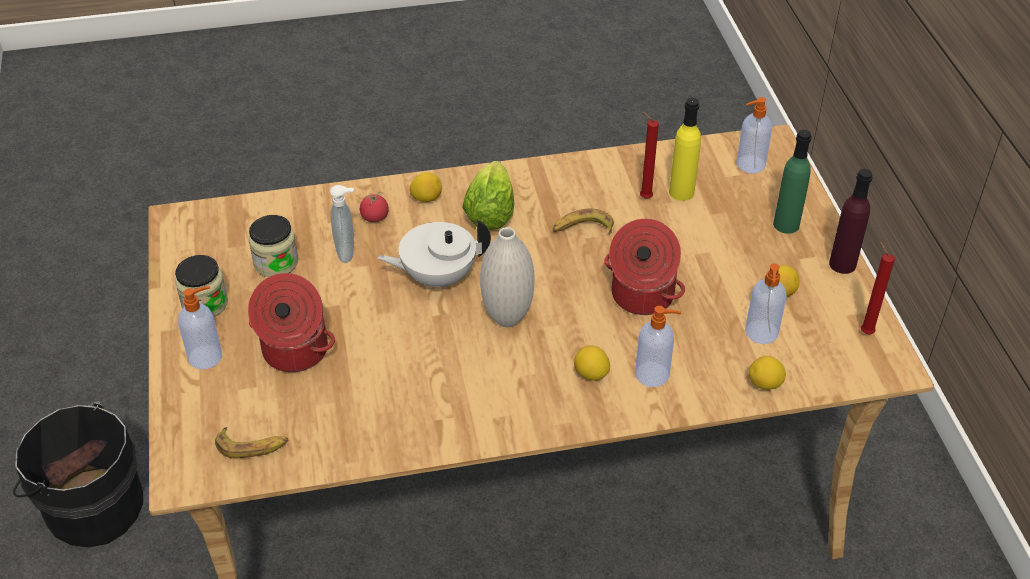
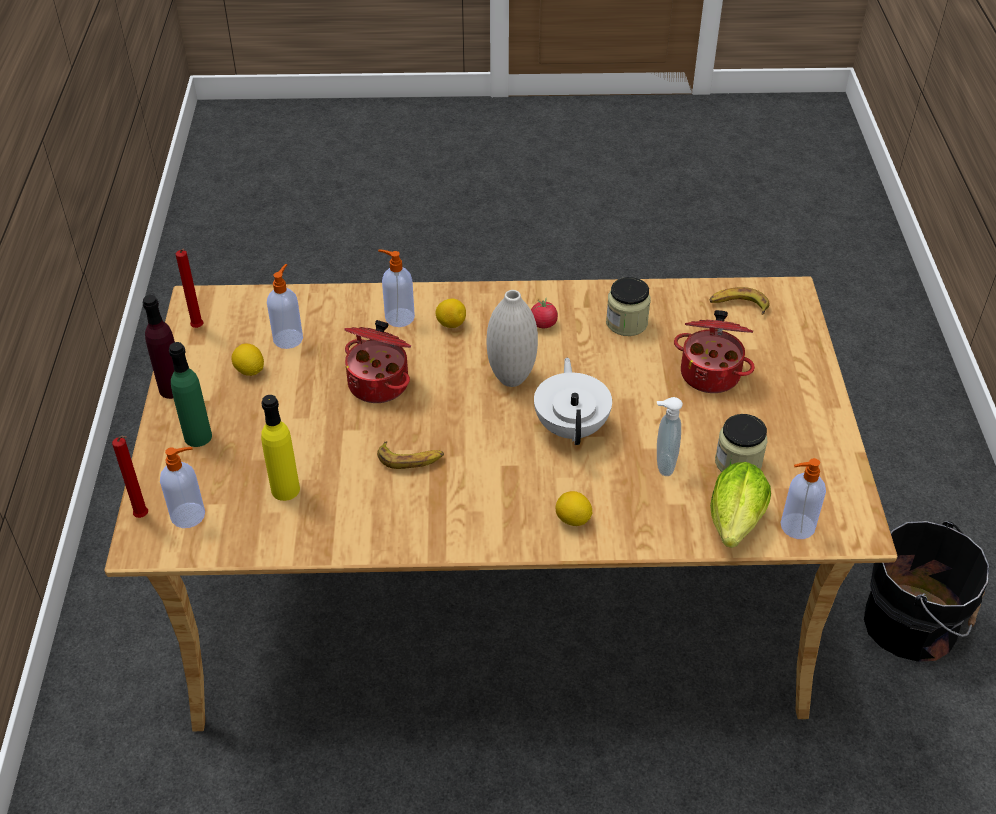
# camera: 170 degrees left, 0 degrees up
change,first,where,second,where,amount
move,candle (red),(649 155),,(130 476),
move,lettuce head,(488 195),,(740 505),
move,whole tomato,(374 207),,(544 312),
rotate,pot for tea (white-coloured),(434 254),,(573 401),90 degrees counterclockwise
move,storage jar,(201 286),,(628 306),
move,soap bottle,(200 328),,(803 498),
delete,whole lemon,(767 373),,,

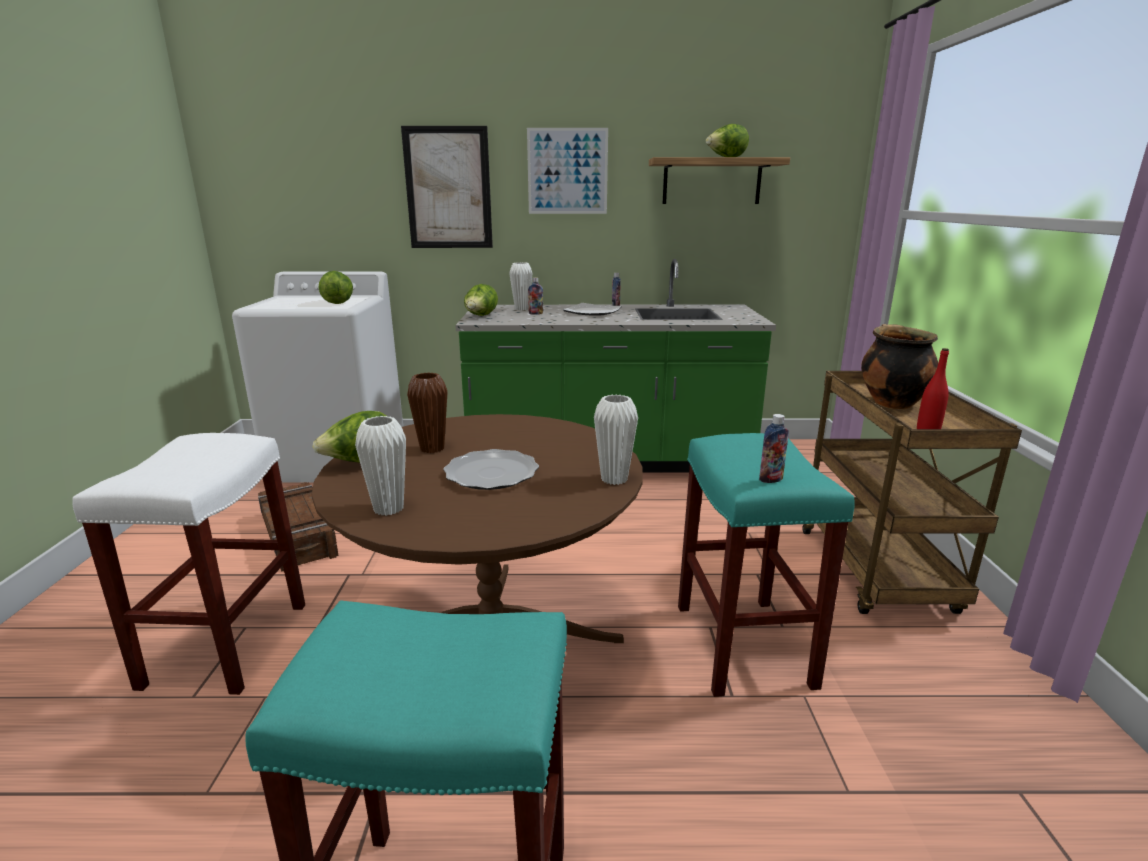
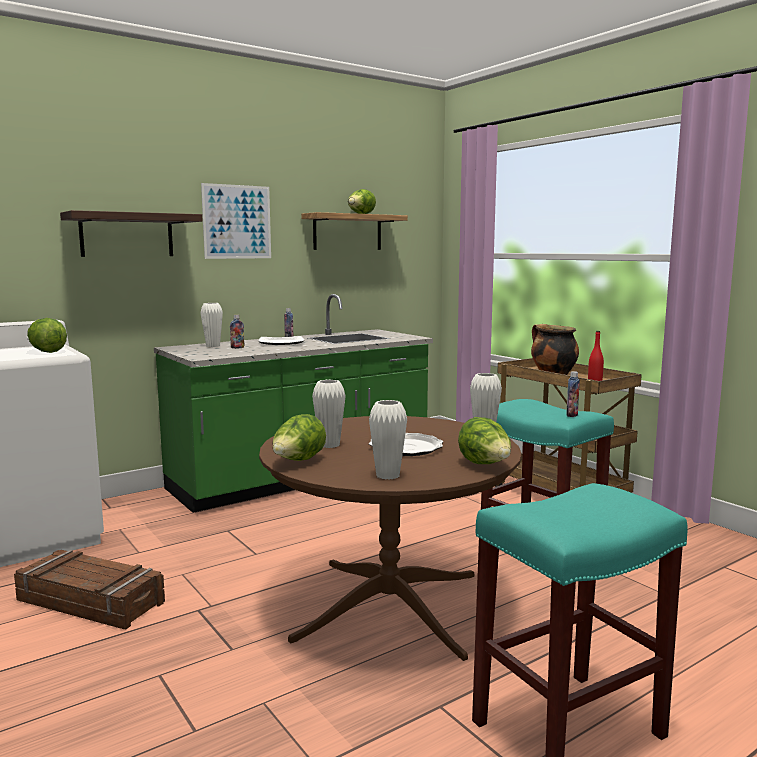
# camera: 35 degrees left, 10 degrees down
change,first,where,second,where,amount
replace,picture,(447 187),wall shelf,(131 233),
move,lettuce head,(481 300),,(484 440),
recolor,vase (brown),(427 413),vase (white-coloured),(329 414),
delete,stool seat (white-coloured),(188 564),,,

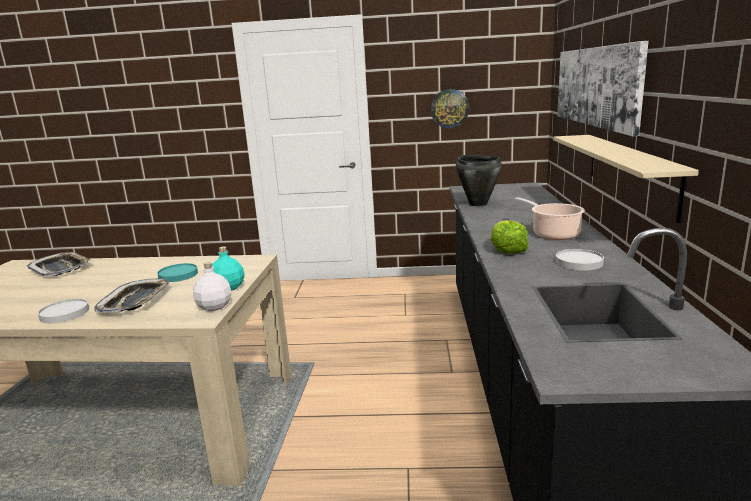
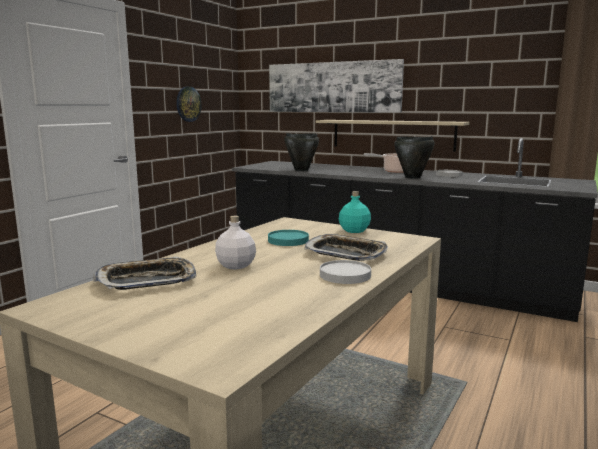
# camera: 65 degrees left, 5 degrees down
change,first,where,second,where,amount
replace,lettuce head,(510 237),saucepot (black),(414 157),
move,drink bottle (white-coloured),(212 286),,(235 242),

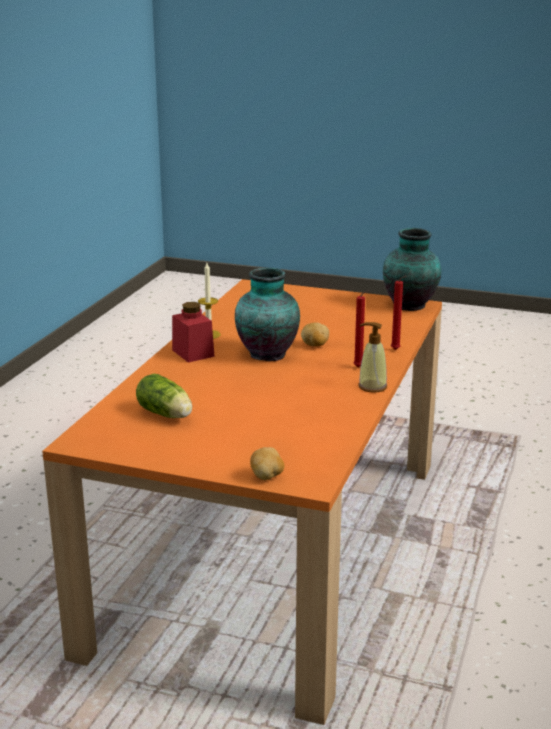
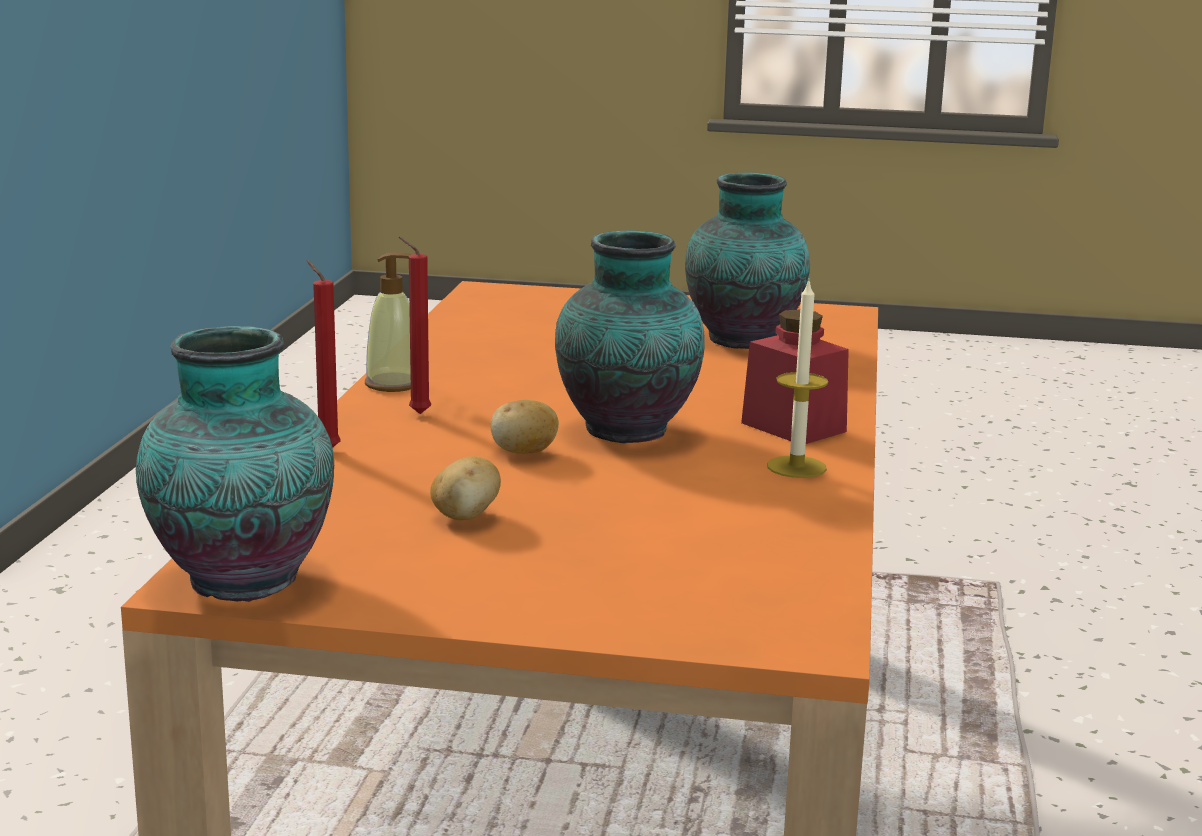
# camera: 170 degrees right, 5 degrees down
change,first,where,second,where,amount
replace,lettuce head,(164 396),vase,(747 260),
move,spud,(267 463),,(465 488),

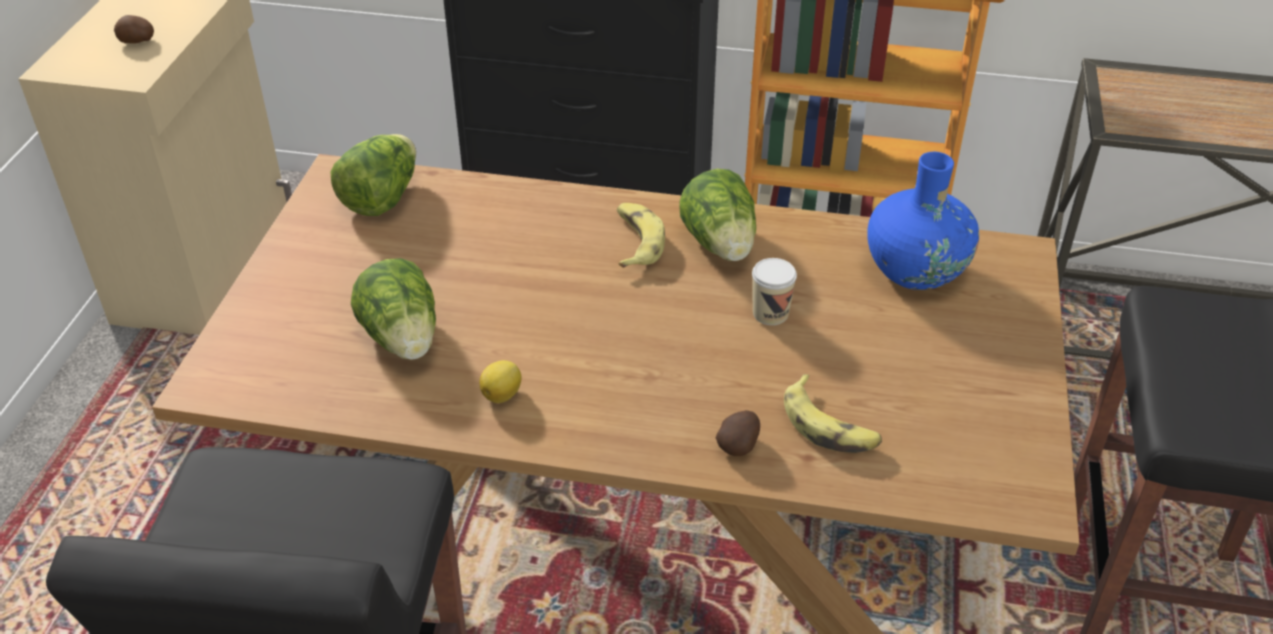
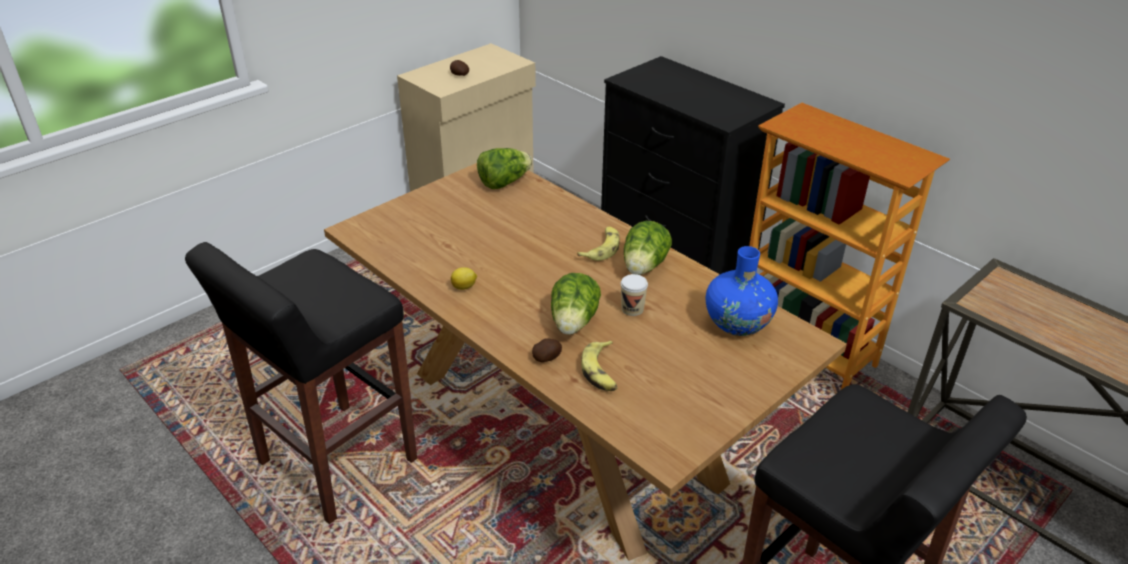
# camera: 35 degrees right, 5 degrees down
change,first,where,second,where,amount
move,lettuce head,(393 309),,(576 304),

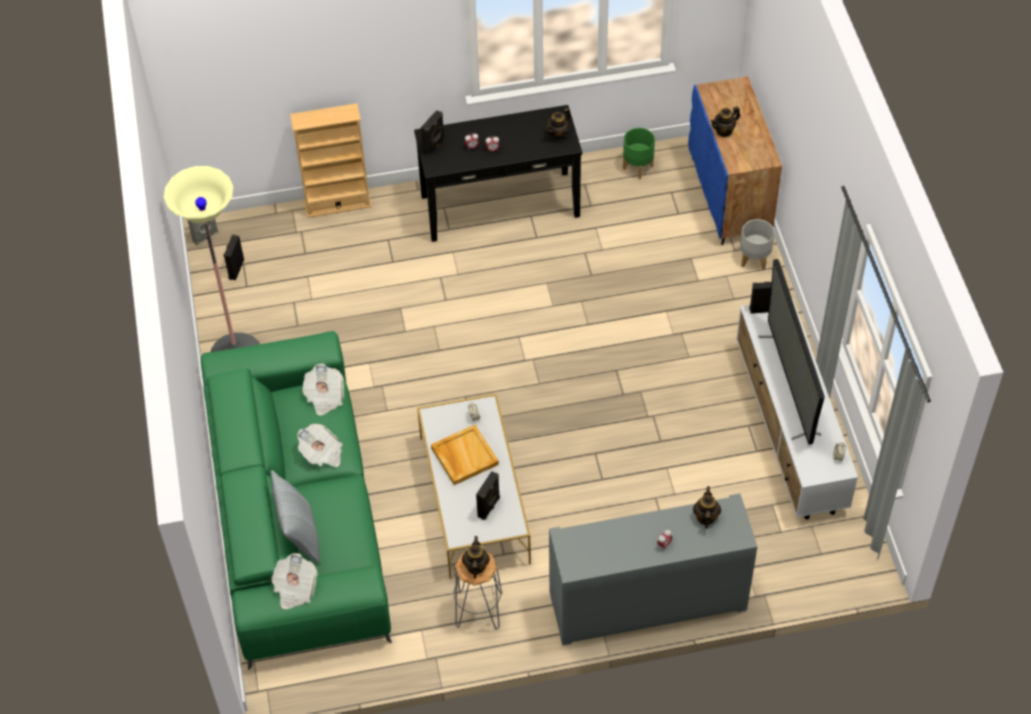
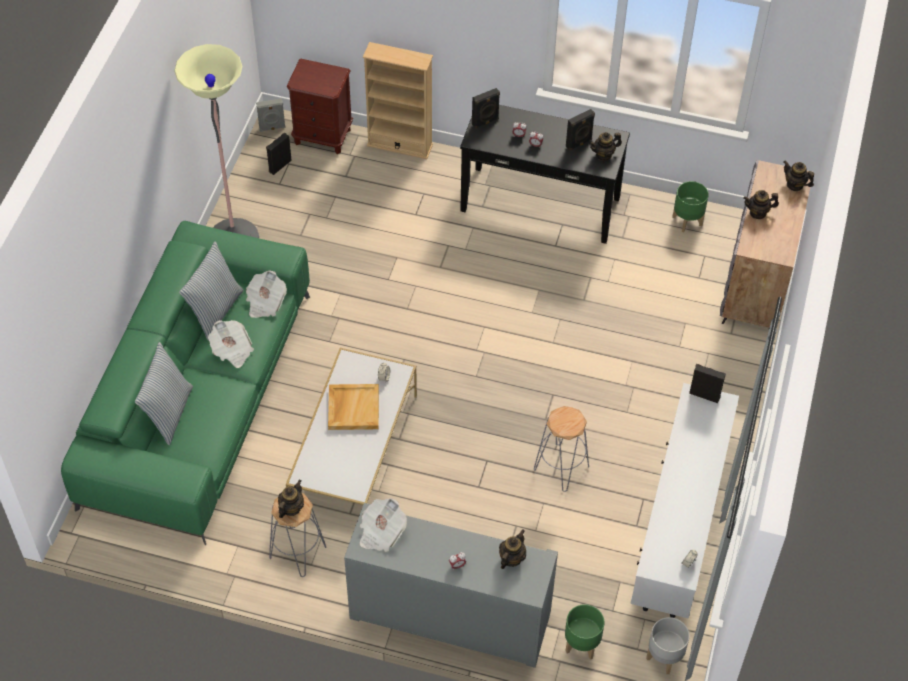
# camera: 25 degrees right, 0 degrees up
change,first,where,second,where,amount
recolor,cabinet (blue),(735 160),cabinet (greyish),(767 244),
move,plant pot (greyish),(757 244),,(668 645),
delete,TV set,(791 352),,,
move,audio speaker (black),(488 495),,(580 130),
move,printed paper,(294 581),,(383 525),
insert,,,bedside table (brown),(320 106),
insert,,,pot for tea,(798 175),
insert,,,cushion,(211 291),
insert,,,stool seat (greyish),(561 449),
insert,,,plant pot (green-coloured),(584 632),

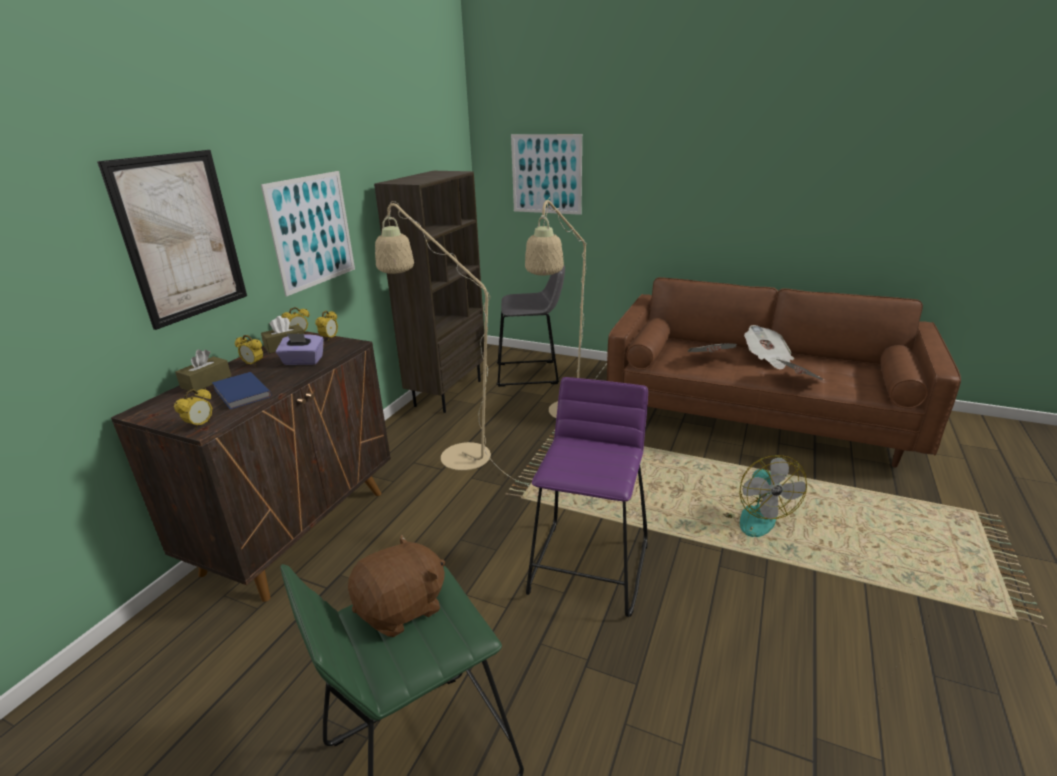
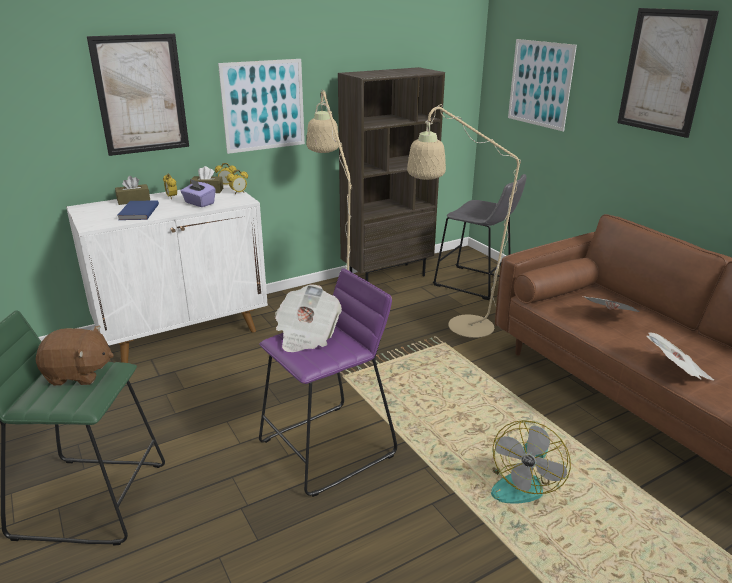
# camera: 35 degrees right, 0 degrees up
change,first,where,second,where,amount
move,printed paper,(769 347),,(308 318),
recolor,cabinet (brown),(251 466),cabinet (white-coloured),(167 273),
delete,table clock,(193 409),,,
insert,,,picture,(668 73),

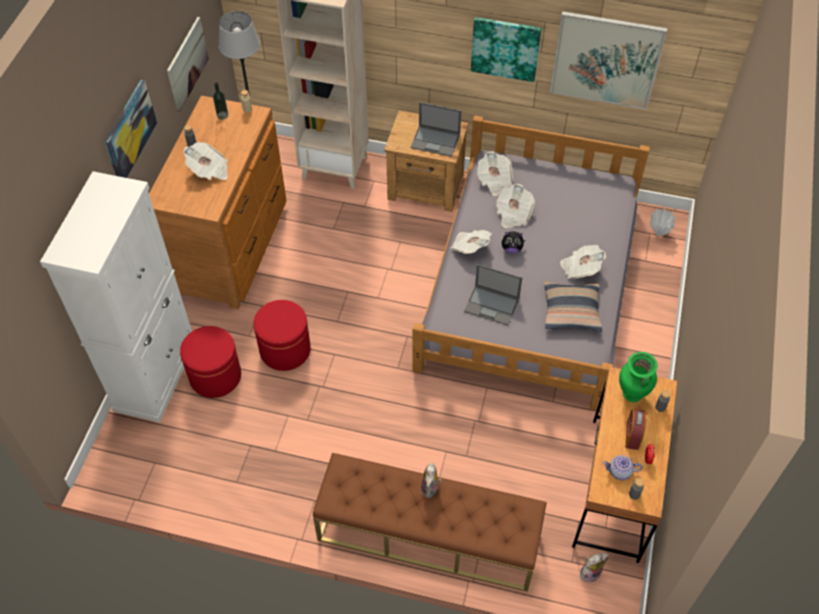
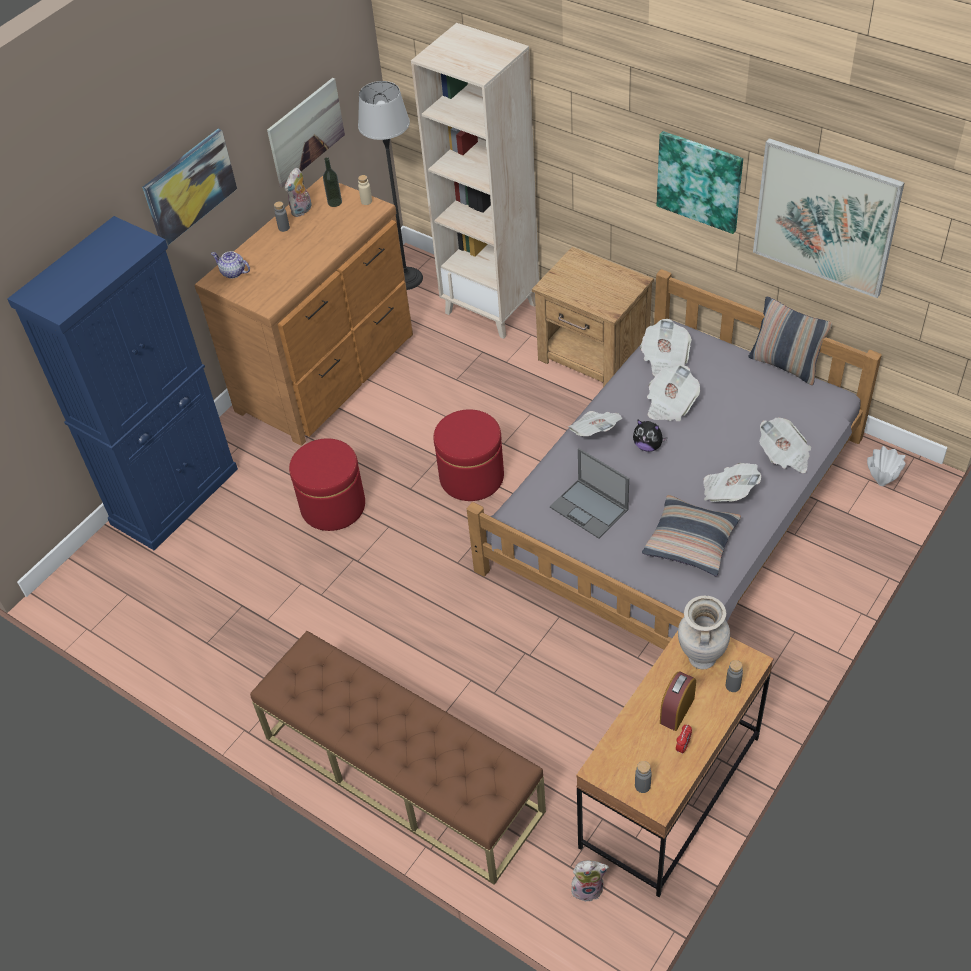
# camera: 25 degrees right, 5 degrees down
change,first,where,second,where,amount
delete,portable computer,(436 129),,,
move,printed paper,(205 161),,(785 445),
recolor,cabinet (white-coloured),(116 296),cabinet (blue),(122 383),
move,pouffe (red),(210 362),,(468 455),
recolor,vase (green-coloured),(638 377),vase (sand-coloured),(704 633),
move,pot for tea,(623 467),,(230 264),
move,cuddly toy,(431 480),,(298 192),
insert,,,cushion,(790 340),

